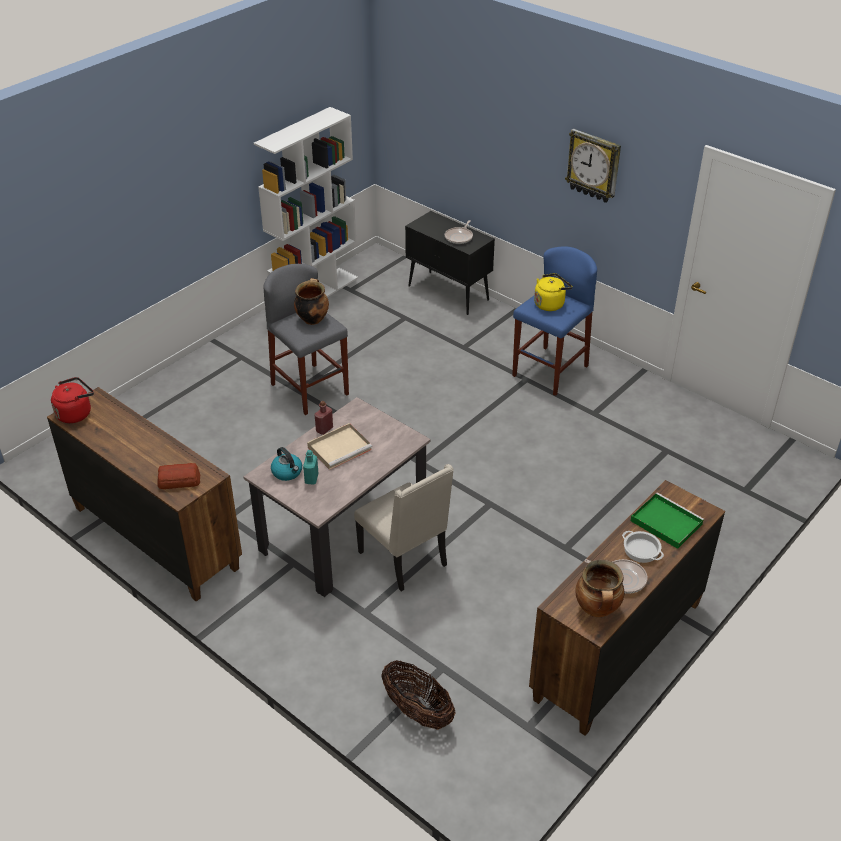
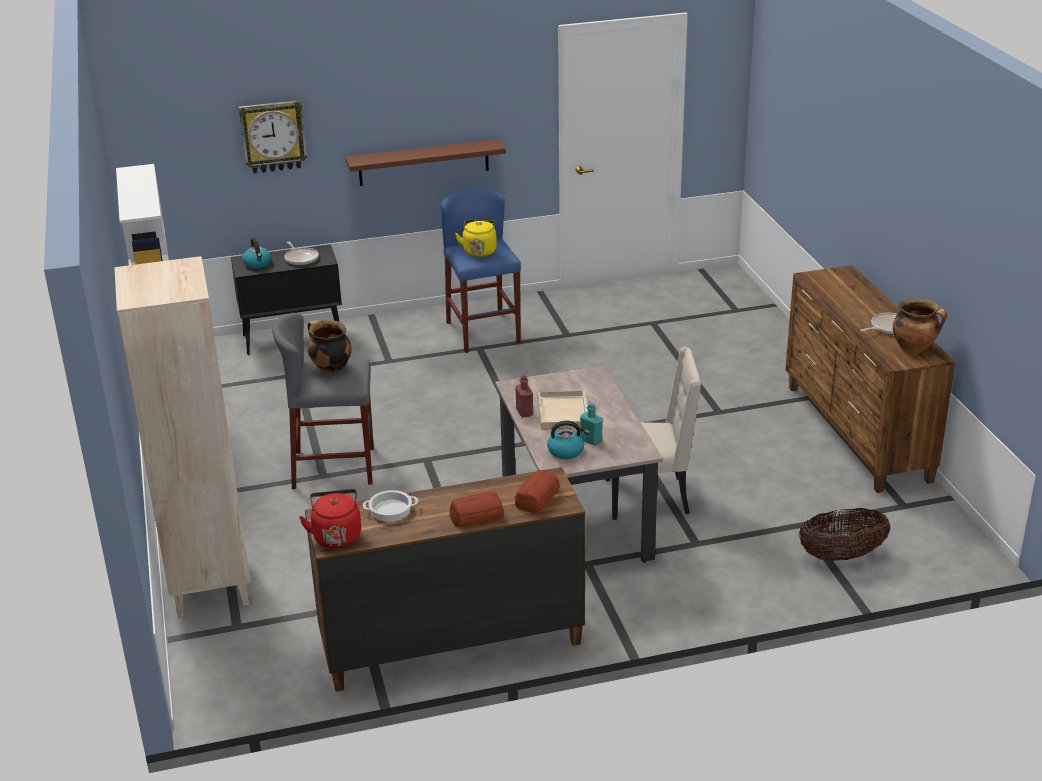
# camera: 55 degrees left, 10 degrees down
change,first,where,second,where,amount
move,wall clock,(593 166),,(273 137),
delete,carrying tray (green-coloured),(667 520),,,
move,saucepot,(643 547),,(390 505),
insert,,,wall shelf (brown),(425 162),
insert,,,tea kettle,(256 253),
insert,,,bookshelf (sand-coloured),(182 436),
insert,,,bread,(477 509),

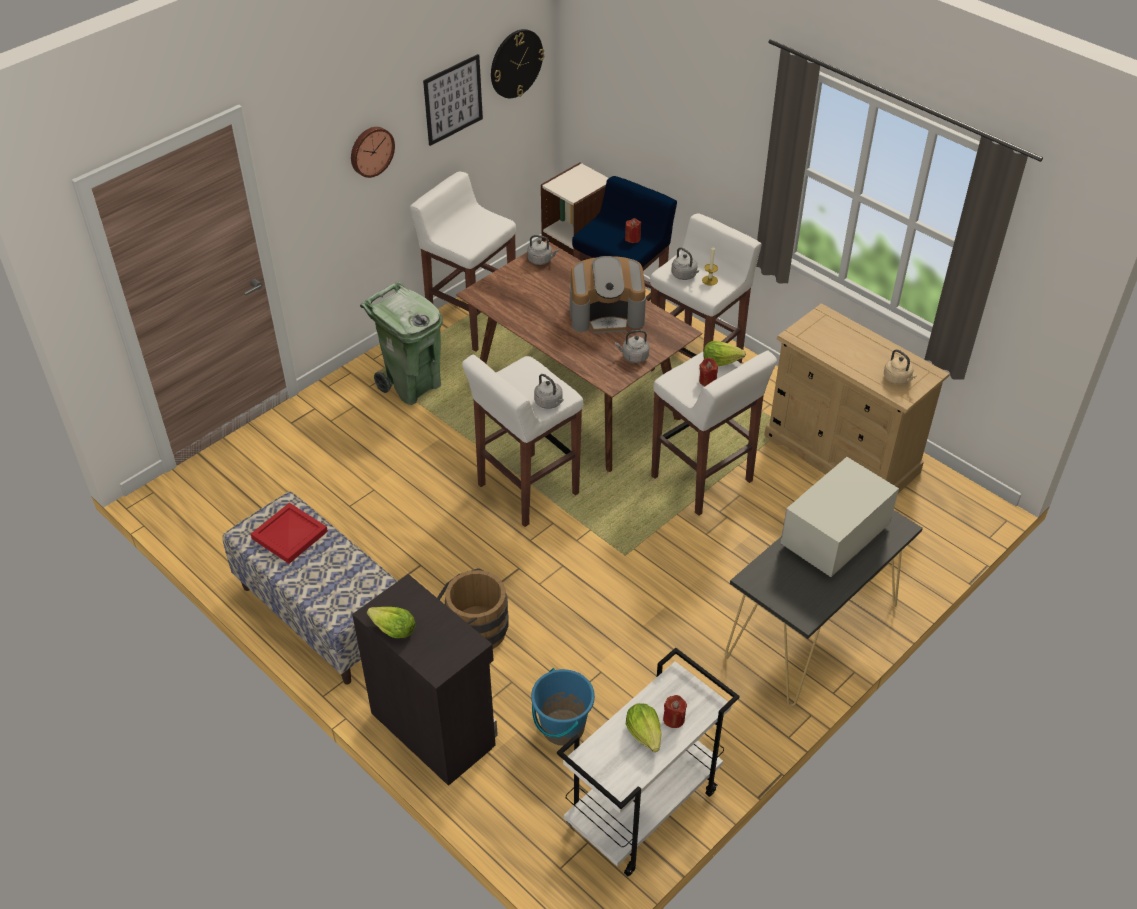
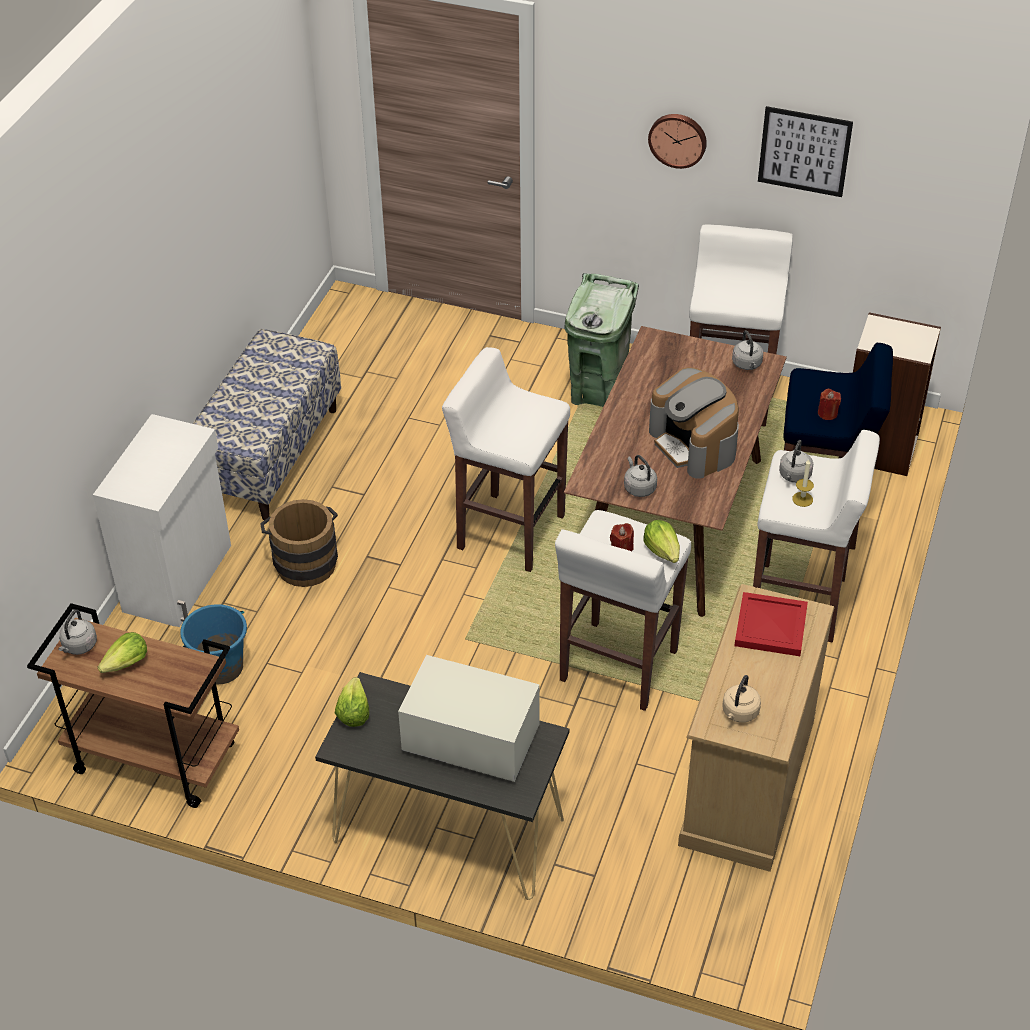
# camera: 65 degrees right, 0 degrees up
change,first,where,second,where,amount
delete,wall clock,(517 63),,,
move,tea kettle (greyish),(549 391),,(77 632),
move,carrying tray (red),(289 533),,(771 624),
recolor,cabinet (black),(425 680),cabinet (white-coloured),(162 520),
move,lettuce head,(391 622),,(352 702),
recolor,cart (white-coloured),(648 762),cart (brown),(133 705),
delete,candle (red),(675 711),,,

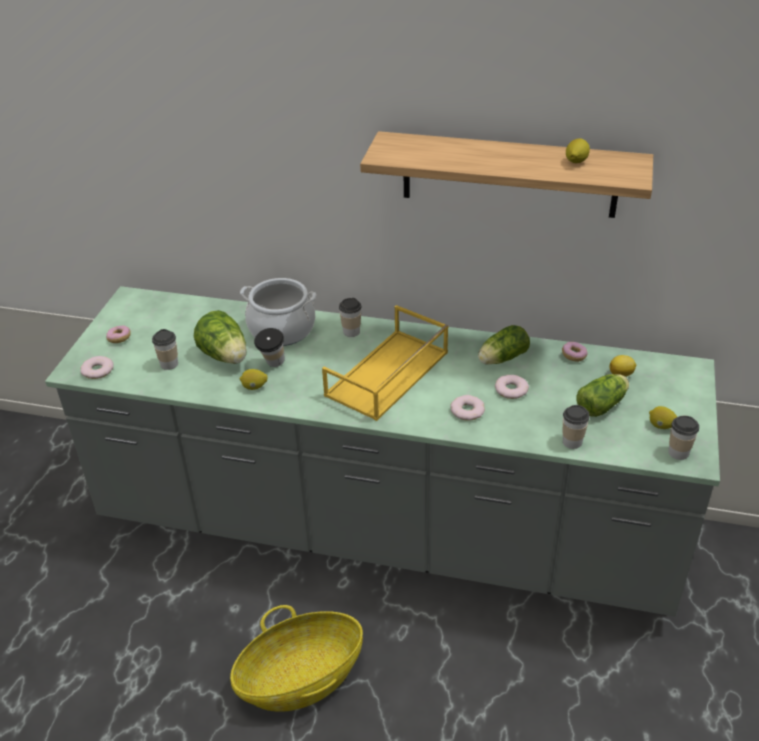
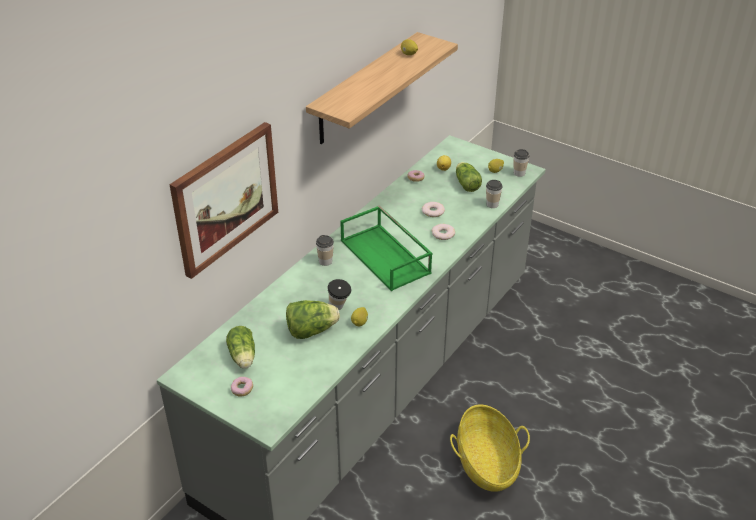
# camera: 70 degrees left, 0 degrees up
change,first,where,second,where,amount
delete,saucepot,(278 312),,,
recolor,carrying tray (yellow),(385 363),carrying tray (green-coloured),(386 248),
move,lettuce head,(504 345),,(240 347),
delete,small cup,(165 349),,,
delete,ring doughnut,(97 367),,,
insert,,,picture,(224 200),

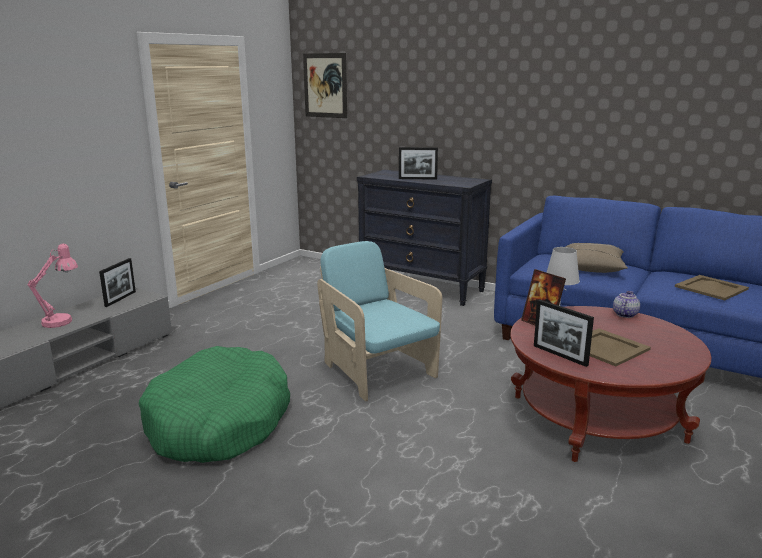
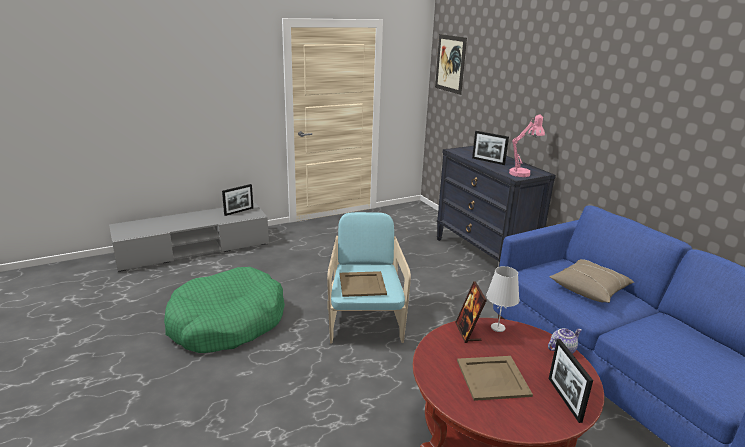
# camera: 30 degrees right, 5 degrees up
change,first,where,second,where,amount
move,tabletop lamp (pinkish),(52 286),,(527 146),
move,carrying tray (sand-coloured),(712 288),,(363 284),
move,picture frame,(564 333),,(571 381),

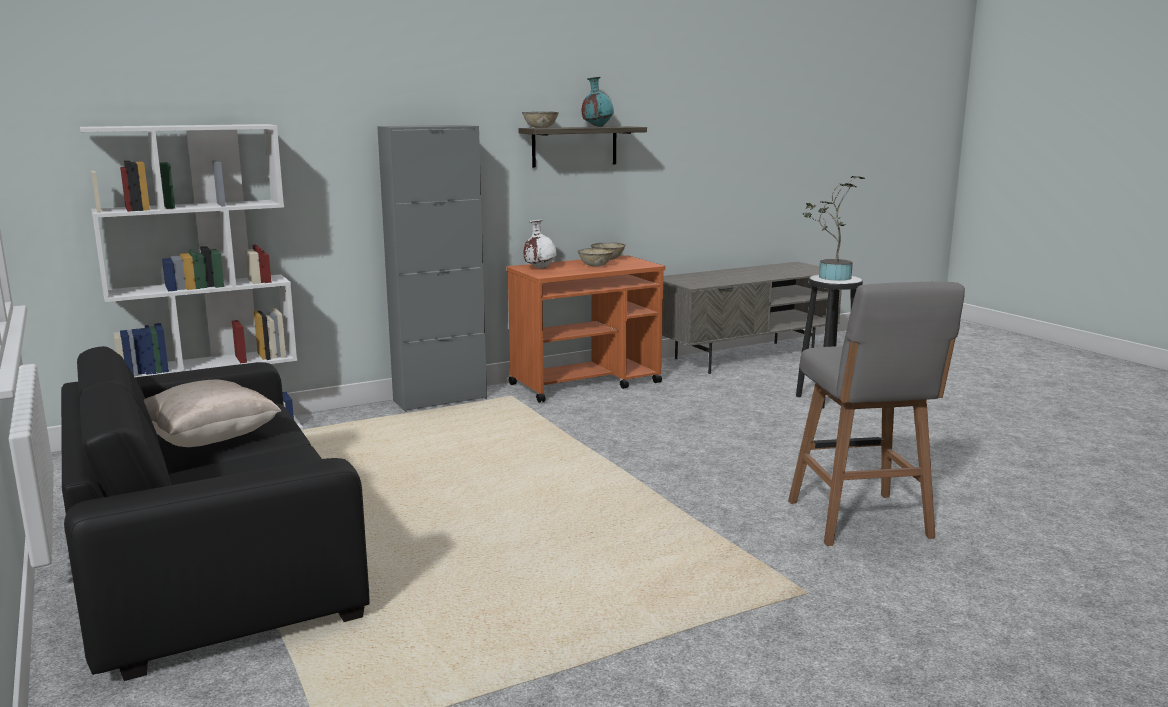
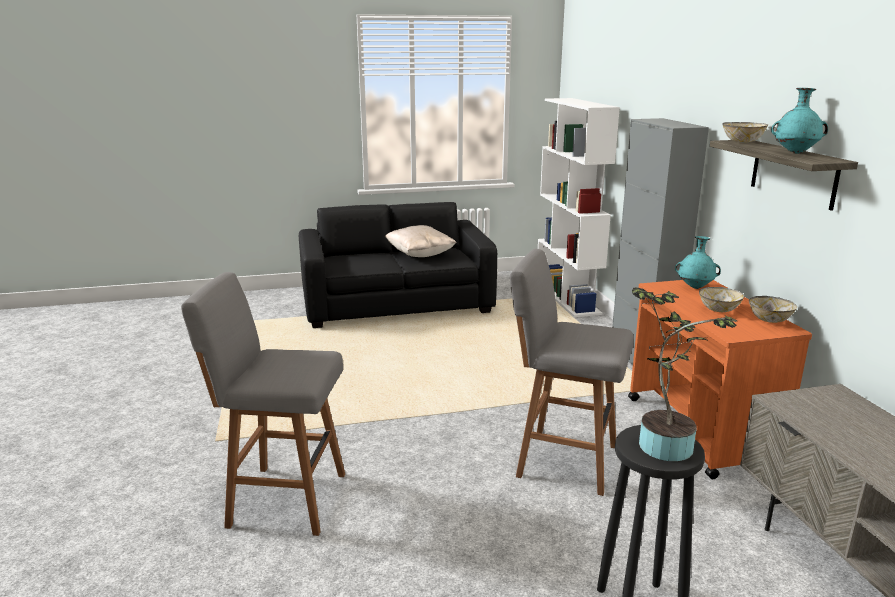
# camera: 105 degrees right, 5 degrees up
change,first,where,second,where,amount
recolor,vase (white-coloured),(540 244),vase (turquoise),(698 262),
insert,,,stool seat (greyish),(572 372),

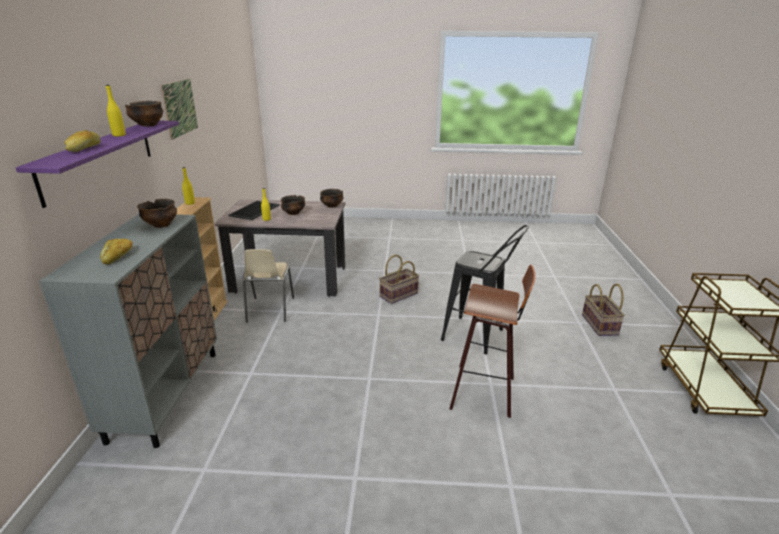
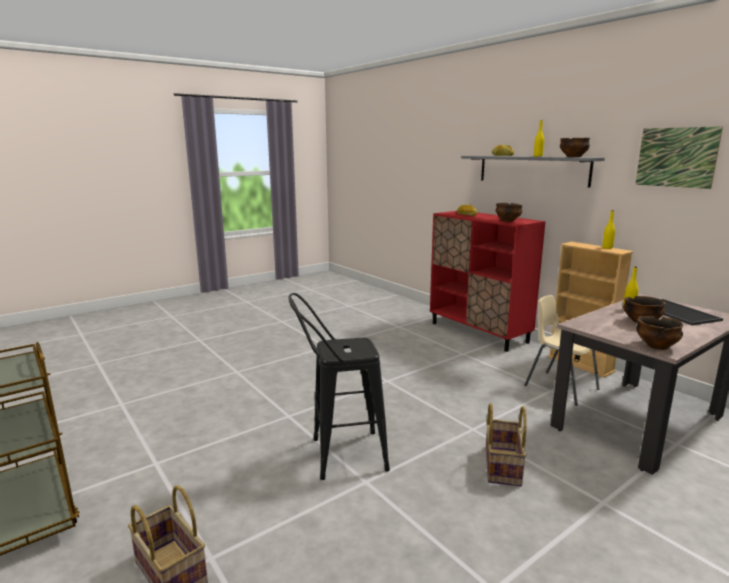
# camera: 140 degrees right, 10 degrees down
change,first,where,second,where,amount
recolor,wall shelf (purple-coloured),(97 164),wall shelf (greyish),(533 172),
recolor,cabinet (greyish),(128 331),cabinet (red),(488 281),
delete,stool seat,(492 341),,,

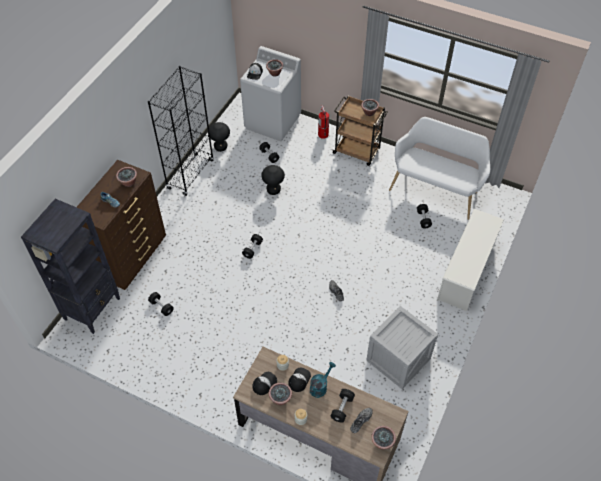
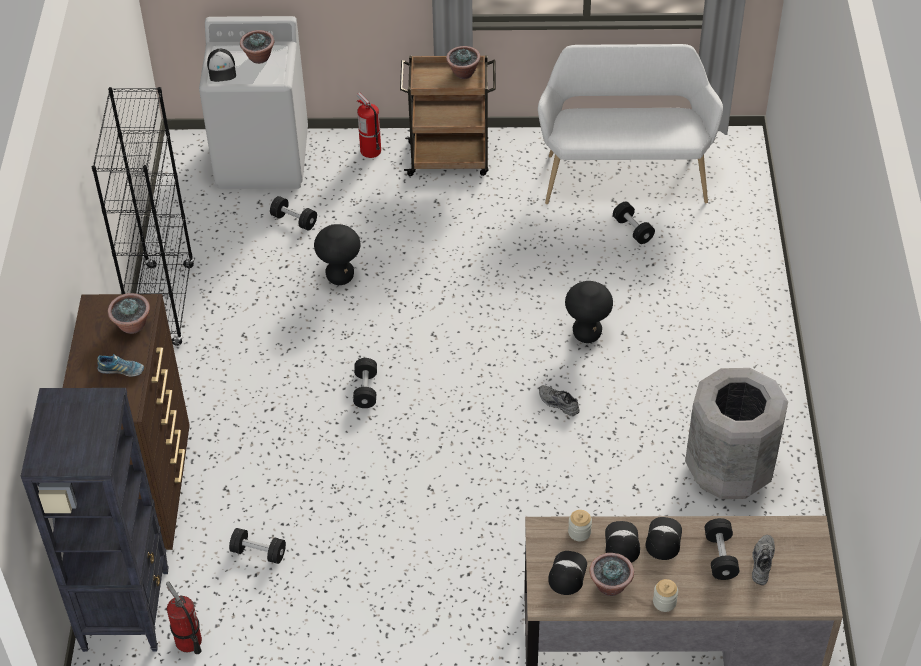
# camera: 25 degrees left, 5 degrees down
change,first,where,second,where,amount
move,stool seat (black),(219 137),,(589 312),
delete,shoe shelf (white-coloured),(470 260),,,
replace,crate,(402 347),waste bin (greyish),(736 433),
replace,watering pot (turquoise),(323 380),cap,(664 538),
delete,houseplant,(383 438),,,
insert,,,fire-fighting cylinder,(184 617),

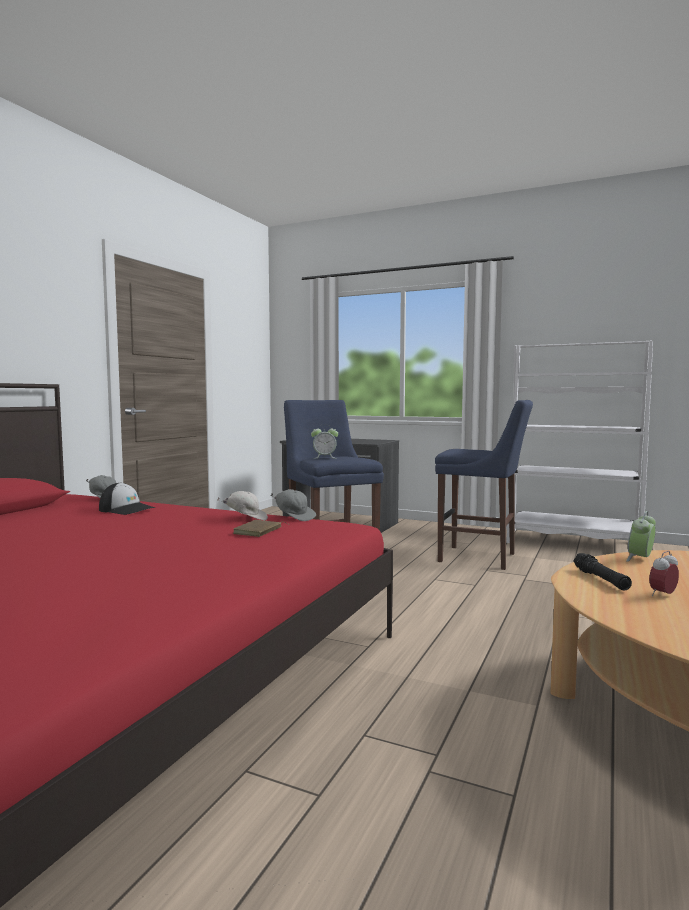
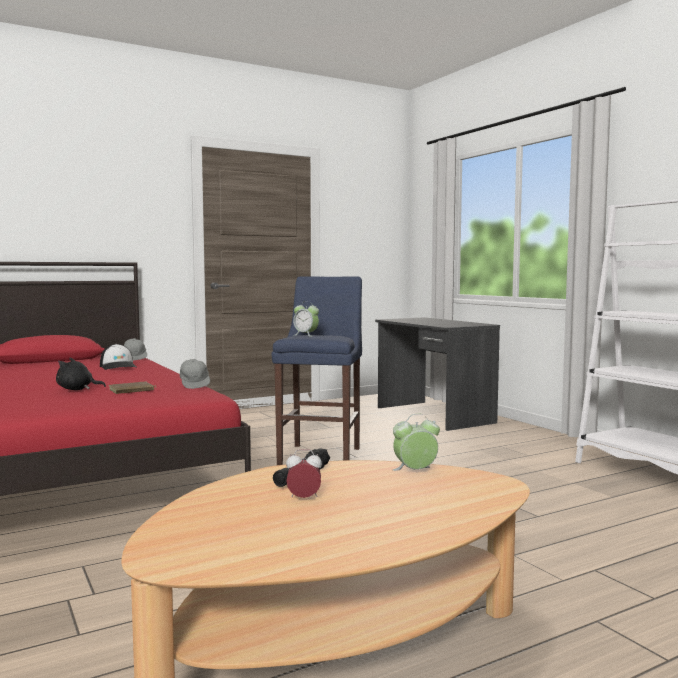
# camera: 35 degrees right, 0 degrees up
change,first,where,second,where,amount
delete,stool seat (blue),(484 485),,,
delete,cap (white-coloured),(242 505),,,
insert,,,cuddly toy (black),(81 374),

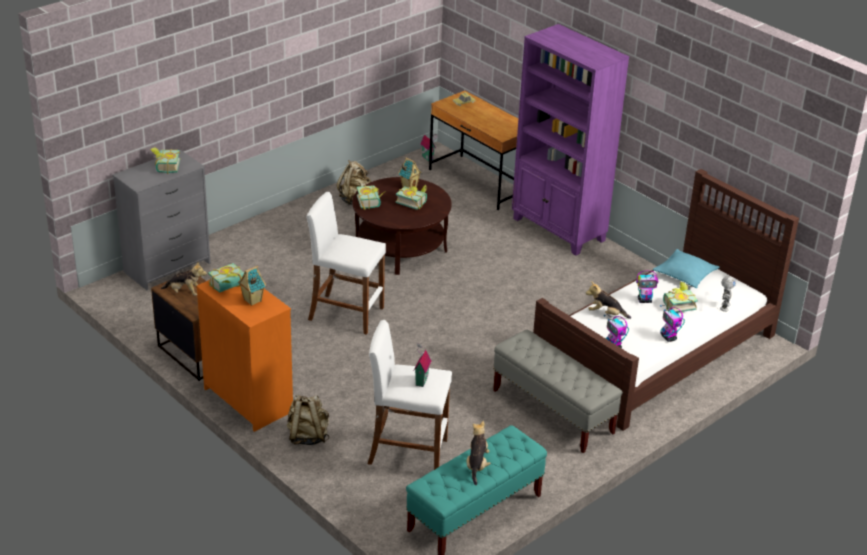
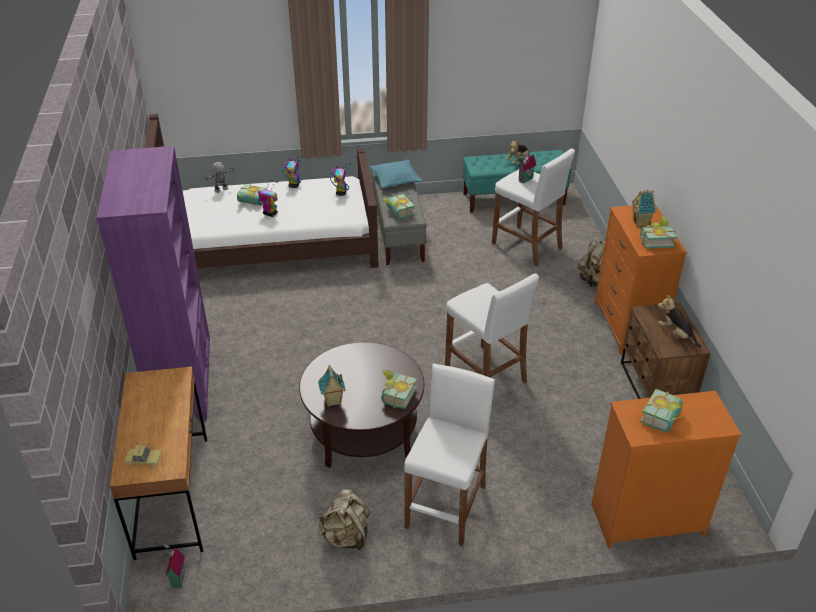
# camera: 145 degrees left, 5 degrees up
change,first,where,second,where,amount
recolor,dresser (greyish),(161 220),dresser (orangey),(666 470),
move,bound book,(411 197),,(399 206),
move,cushion (turquoise),(686 268),,(396 173),
delete,cuddly toy,(608 300),,,
insert,,,stool seat (white-coloured),(449 455),

